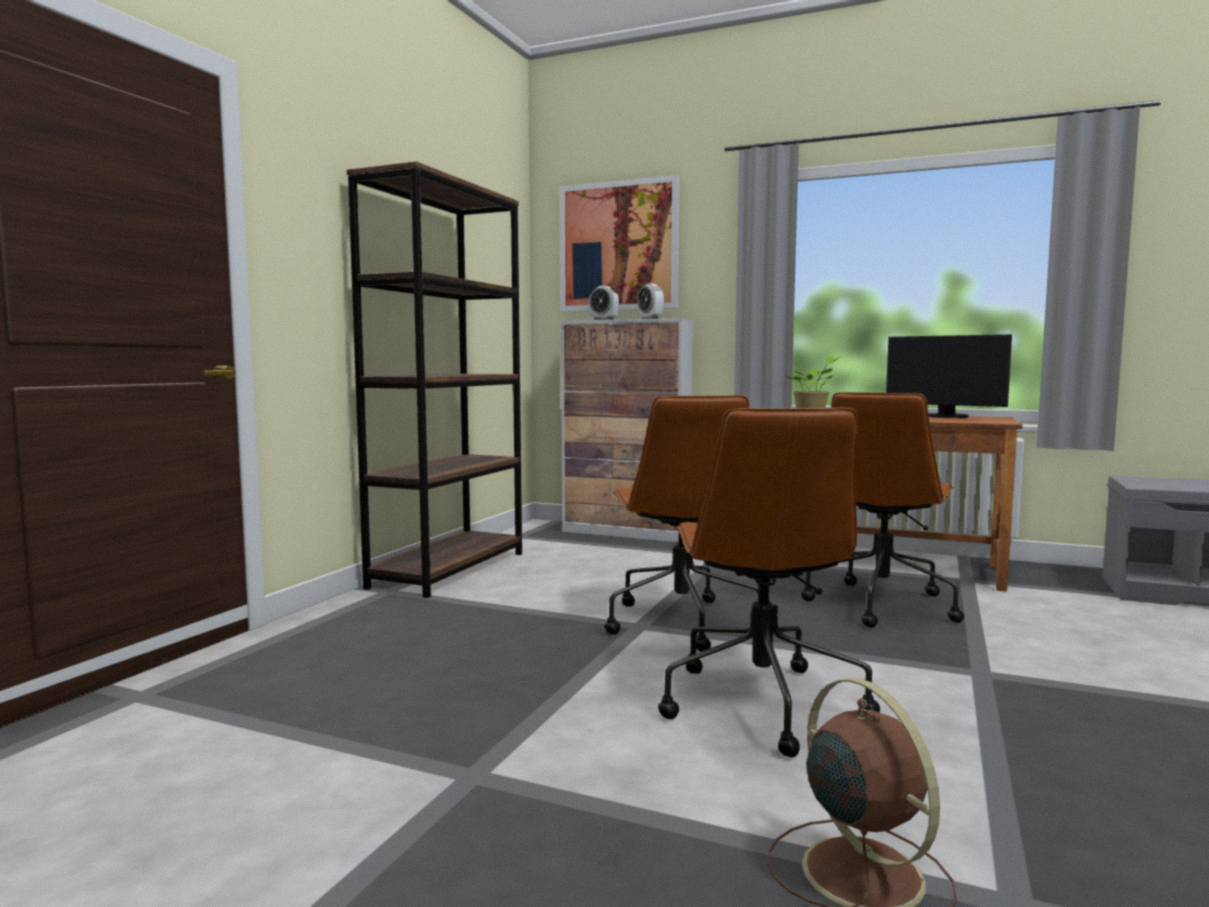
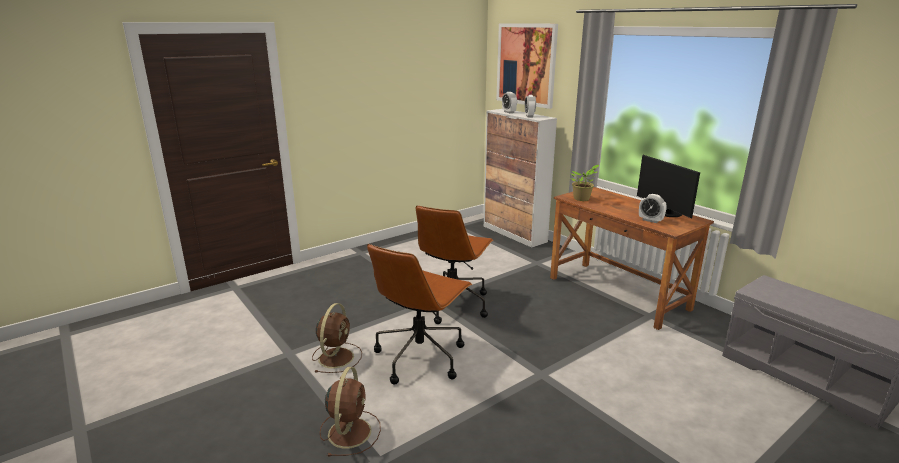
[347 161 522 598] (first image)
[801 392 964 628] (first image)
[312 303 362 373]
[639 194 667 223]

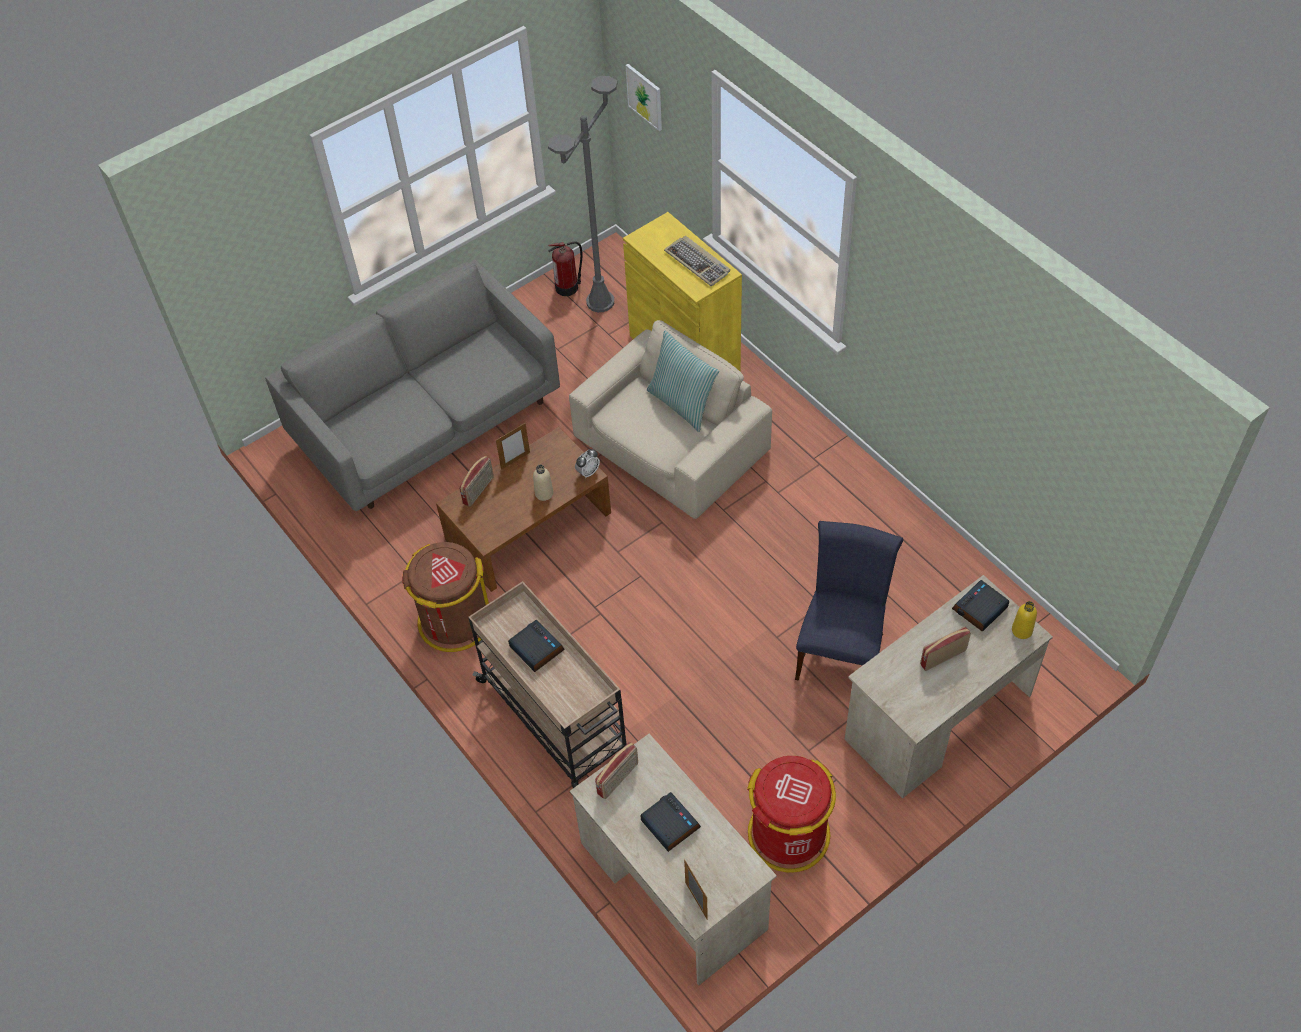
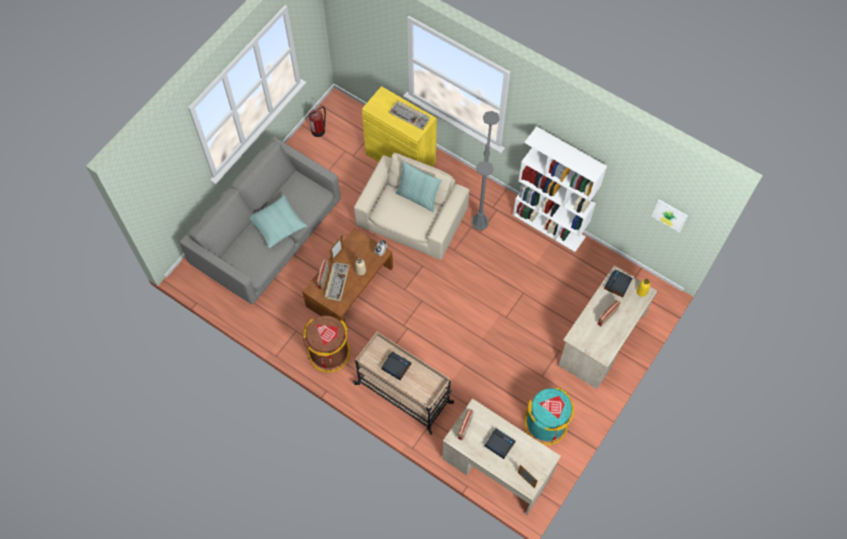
[471 111 500 230]
[652 199 688 232]
[524 387 574 445]
[795 521 903 681] (first image)
[250 195 307 248]
[324 262 350 301]
[513 126 607 252]

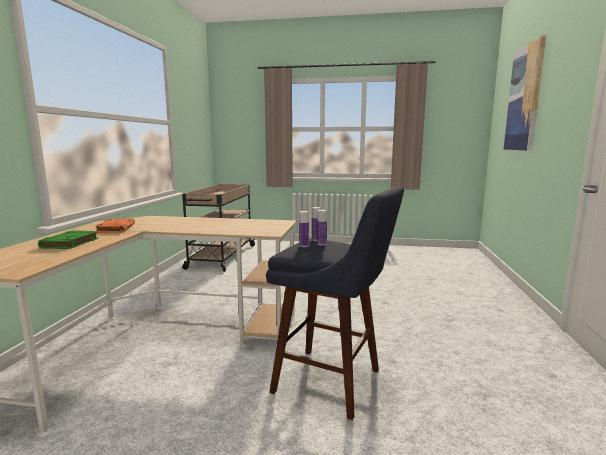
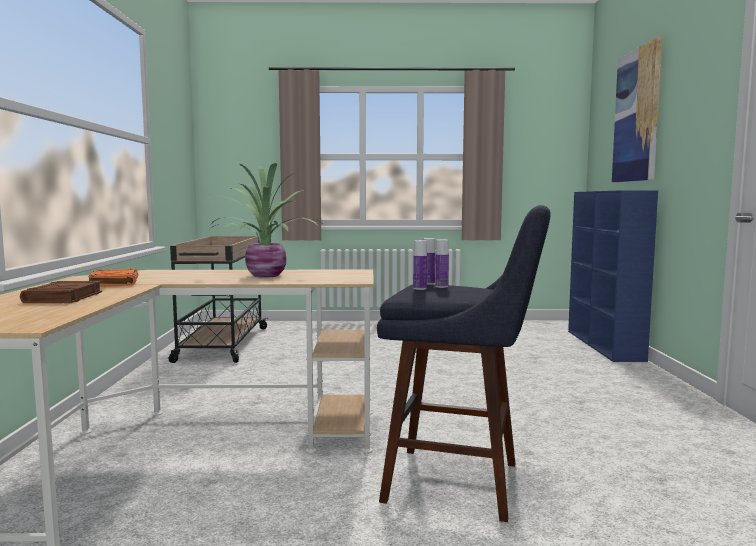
[20 281 102 303]
[210 163 320 278]
[568 190 658 362]

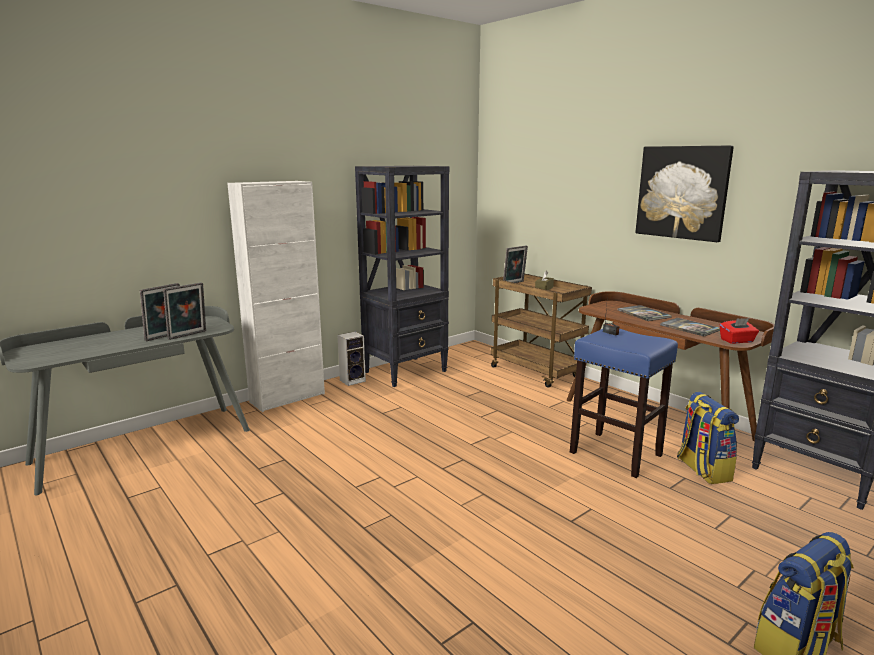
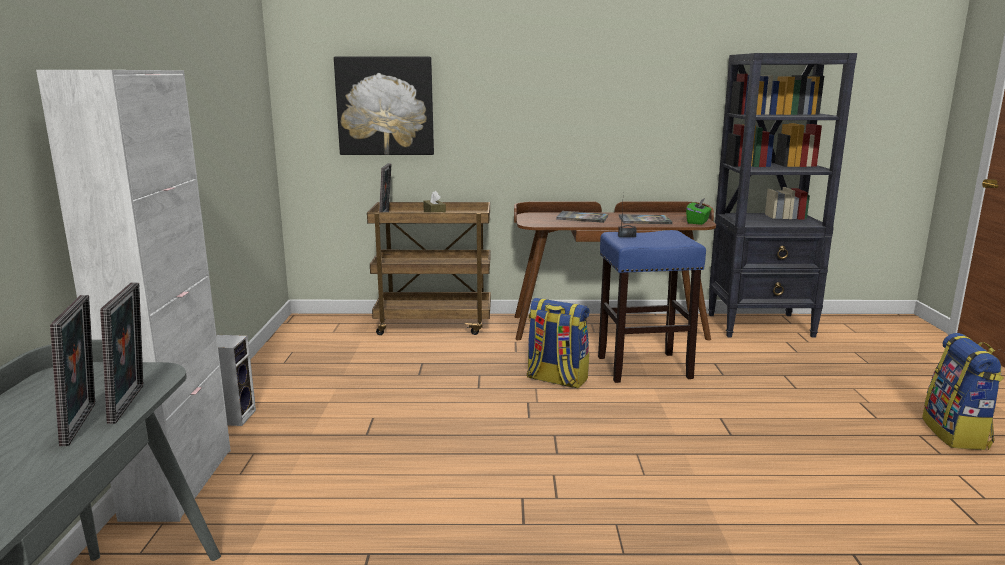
[355 166 450 387] (first image)
[334 57 434 155]
[527 298 589 389]
[686 198 711 225]

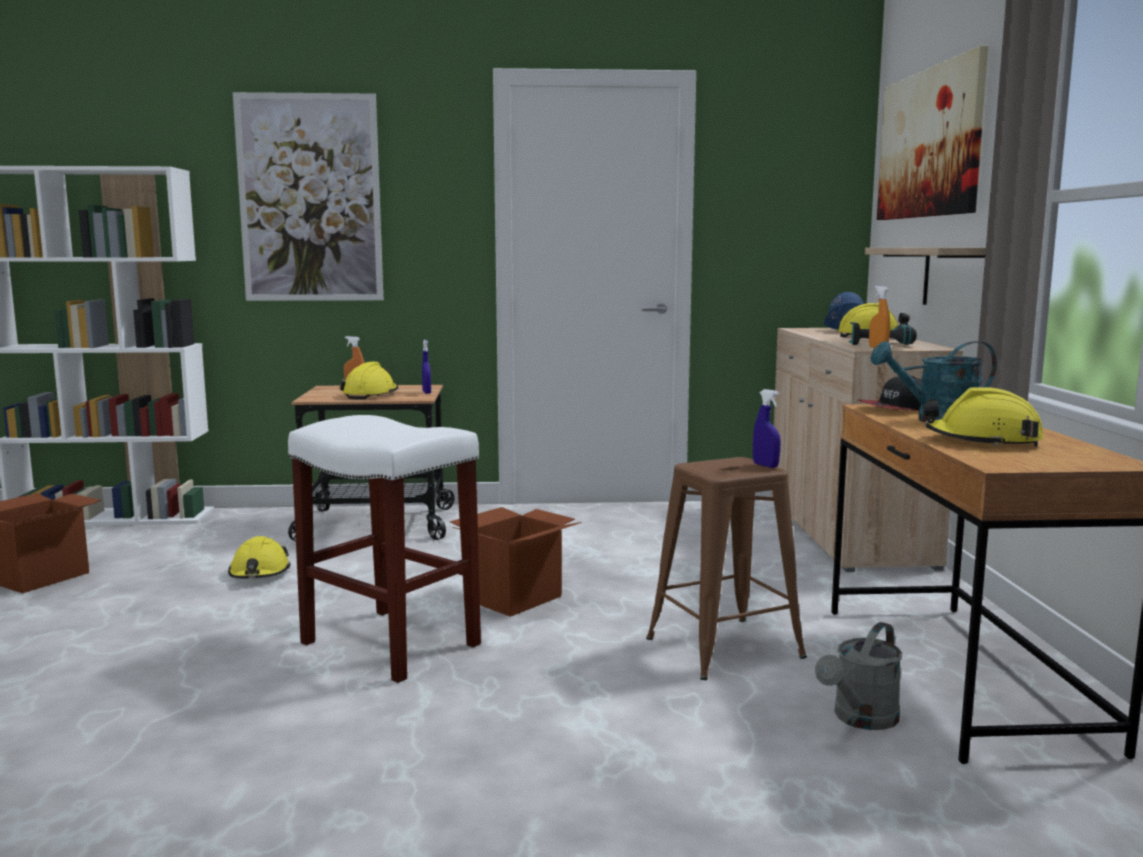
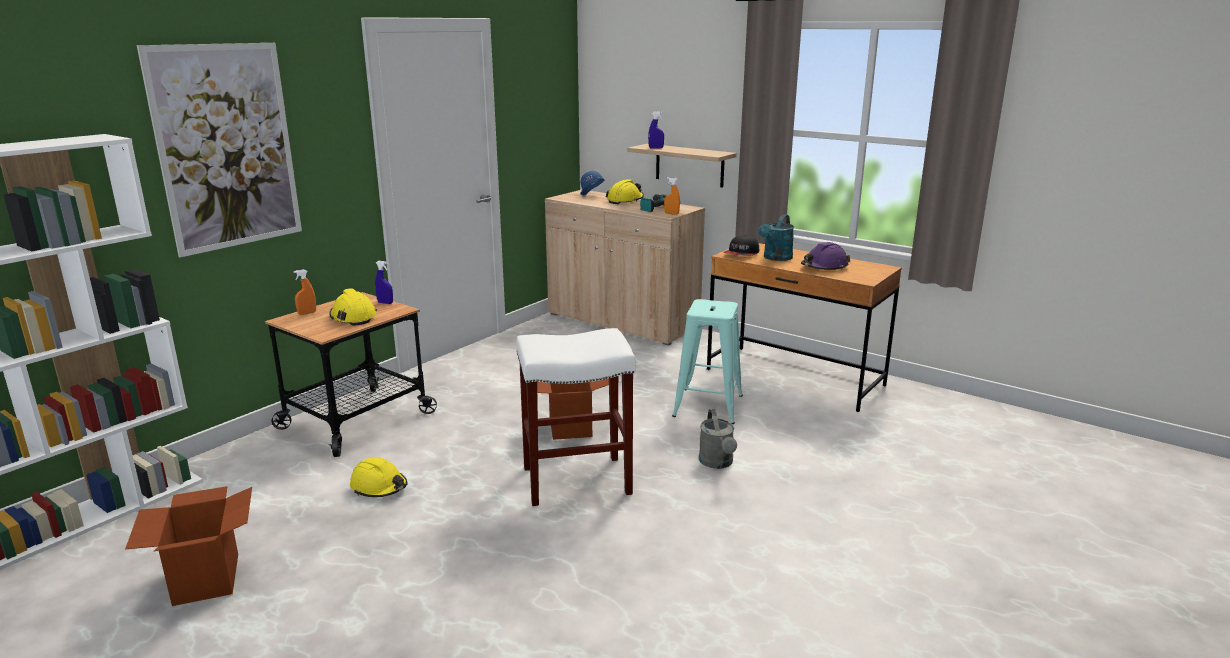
[672 299 743 424]
[648 111 664 149]
[699 409 737 469]
[877 46 989 220] (first image)
[801 242 850 270]

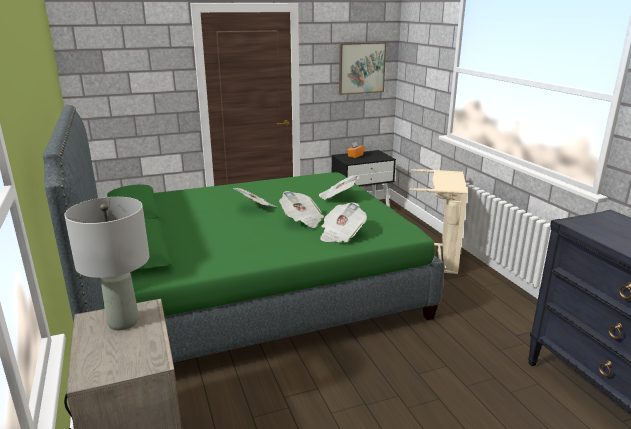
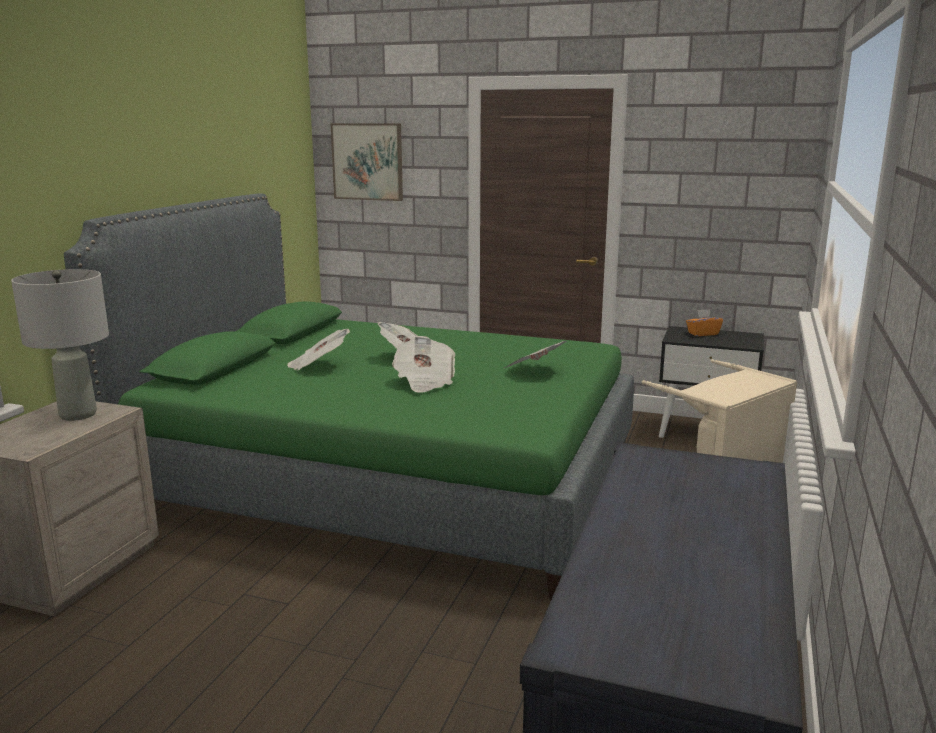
[287 329 350 370]
[330 123 403 201]

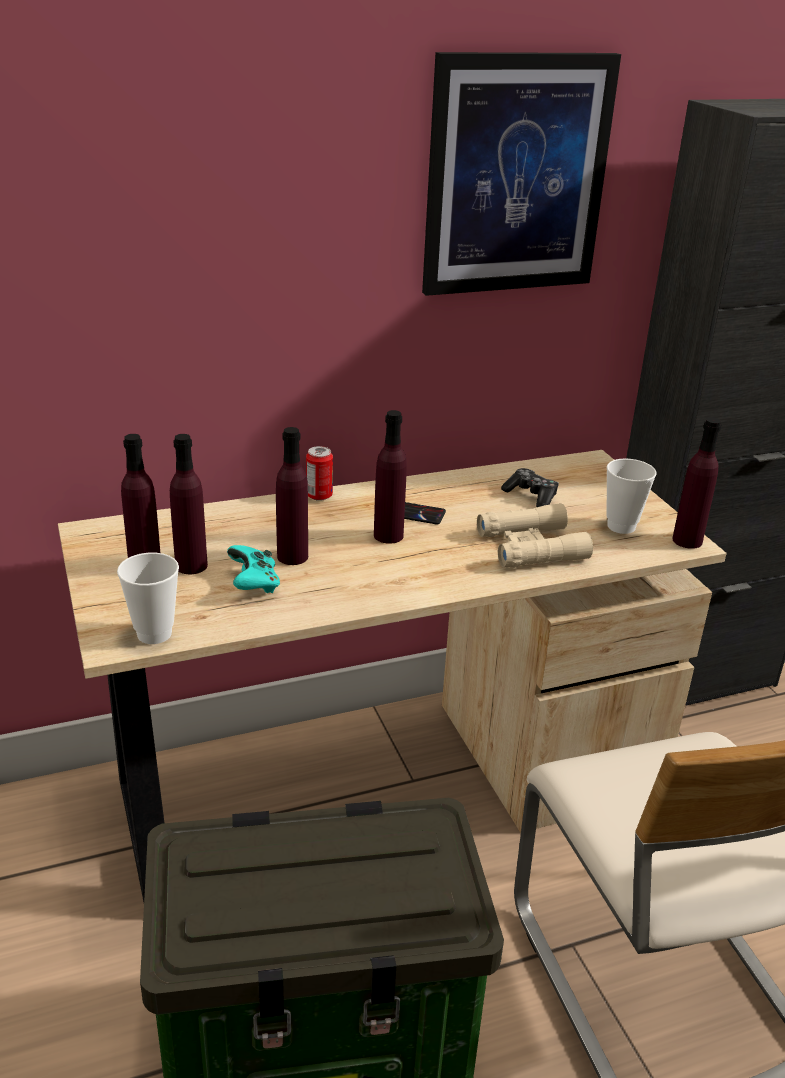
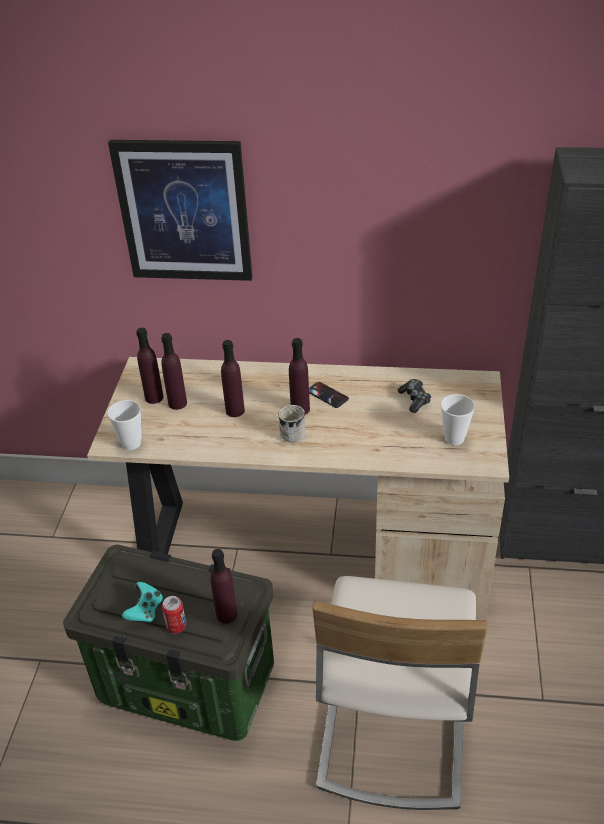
[122 582 163 623]
[162 596 187 633]
[108 140 252 281]
[477 503 593 568] (first image)
[211 549 238 624]
[278 405 306 443]

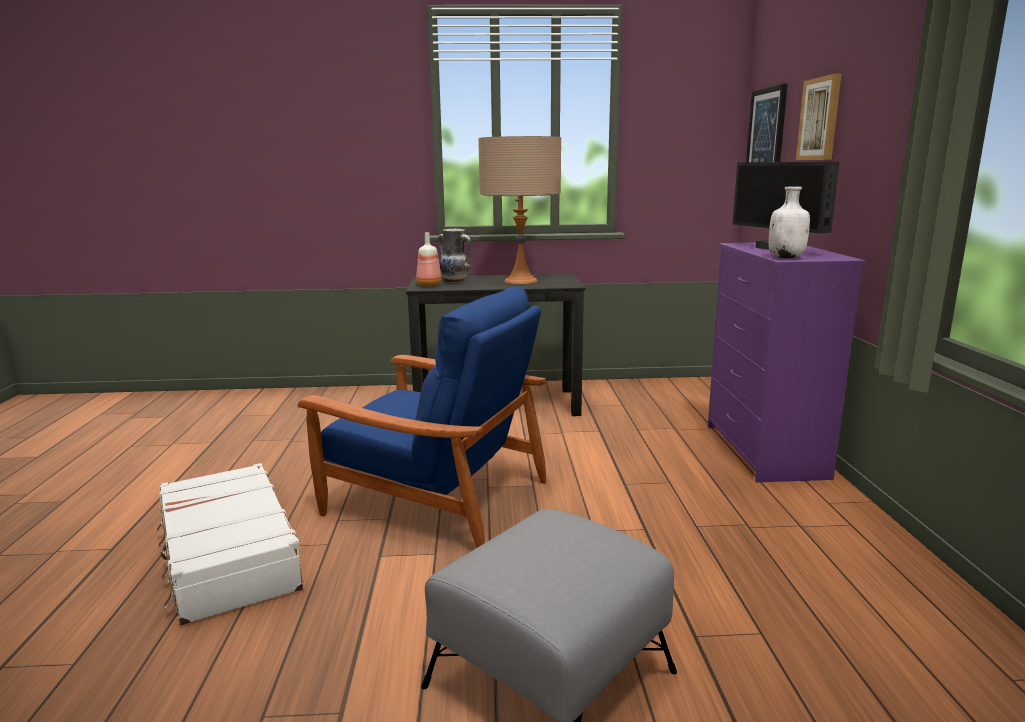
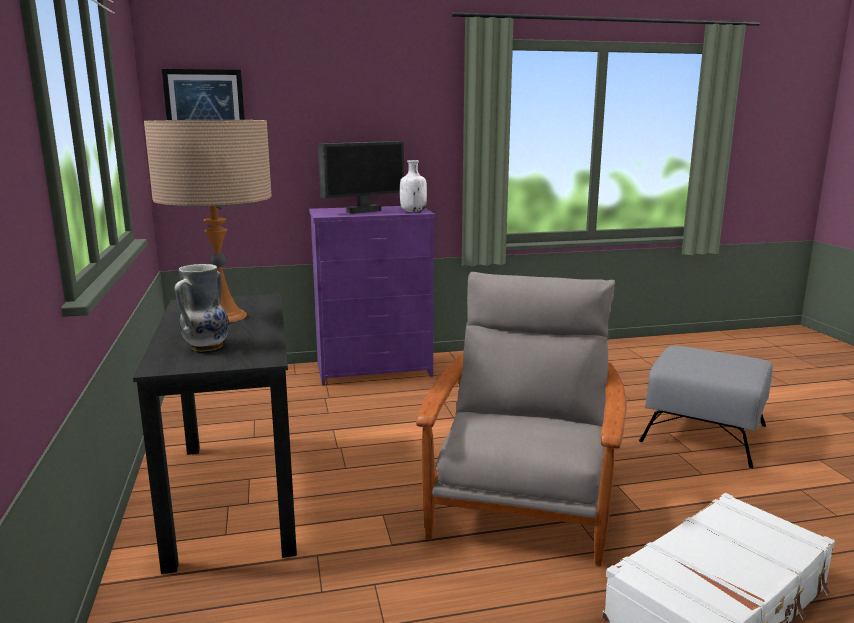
[416 272 627 566]
[416 232 442 286] (first image)
[796 73 842 160] (first image)

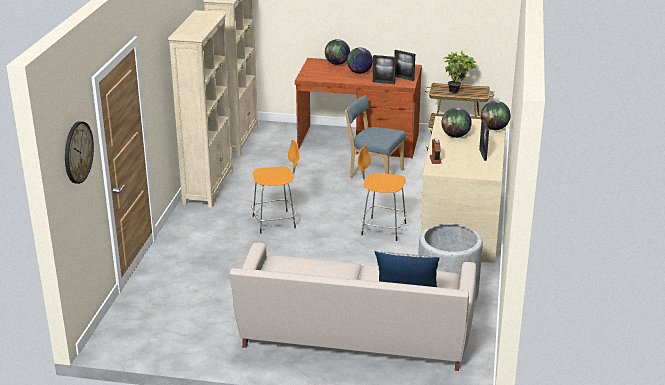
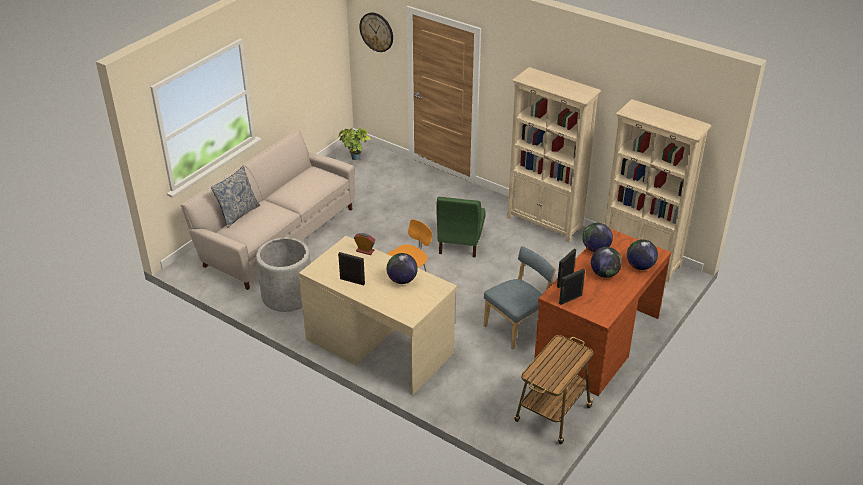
[436 196 486 258]
[338 128 371 160]
[582 223 613 252]

